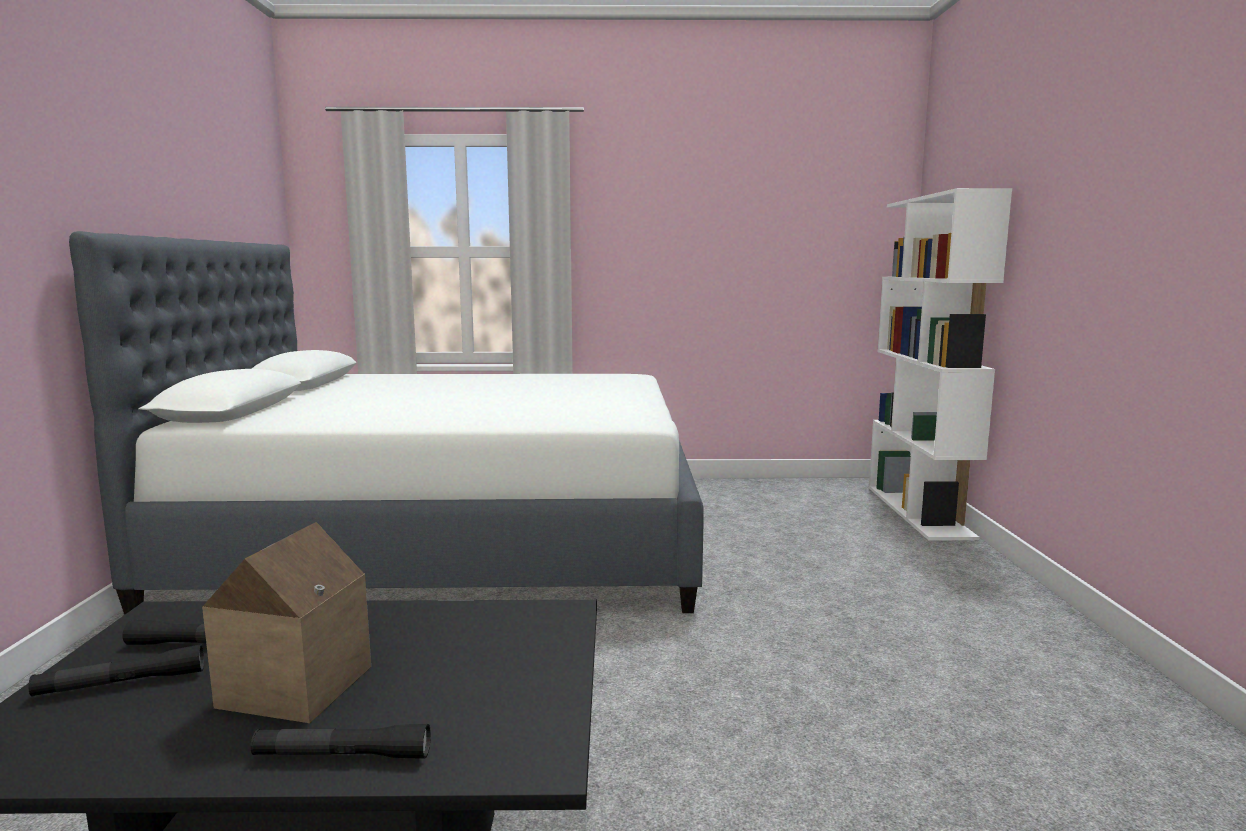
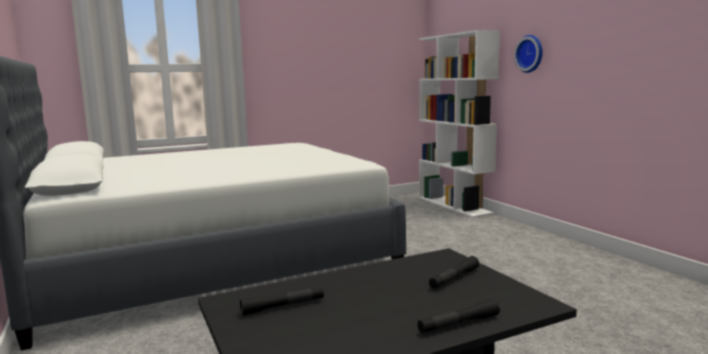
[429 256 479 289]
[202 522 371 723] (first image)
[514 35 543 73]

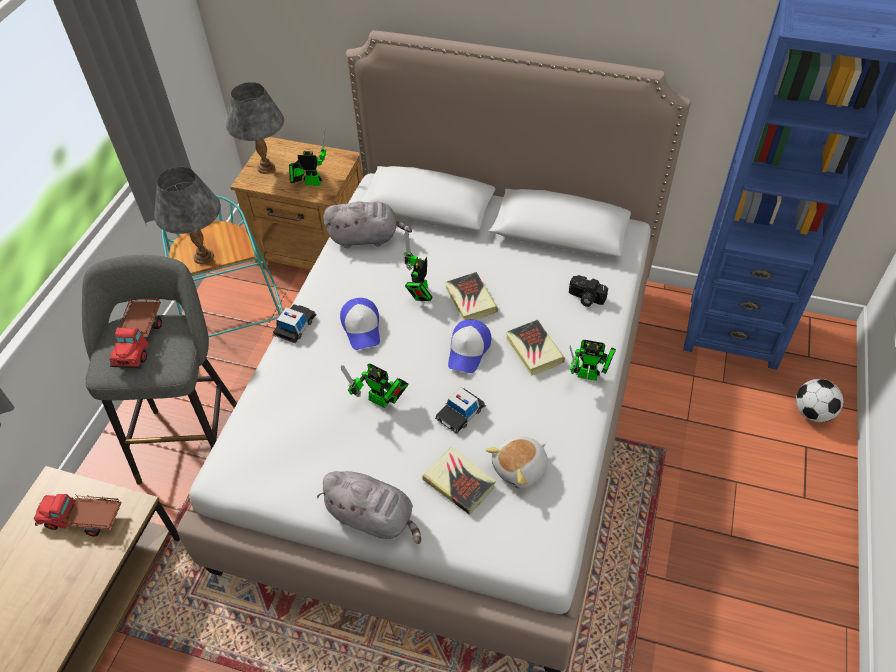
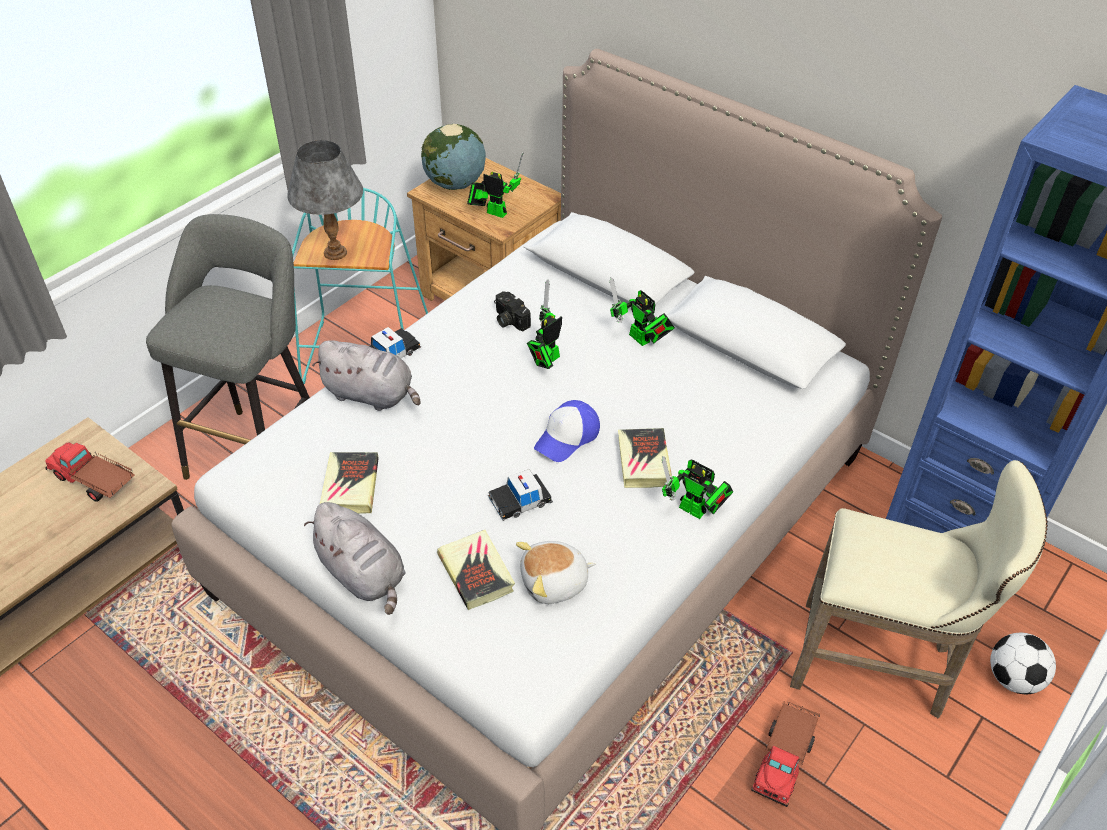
[751 701 820 807]
[421 124 486 190]
[312 341 421 411]
[340 298 380 350] (first image)
[609 278 675 346]
[320 452 379 514]
[494 291 531 331]
[790 460 1048 719]

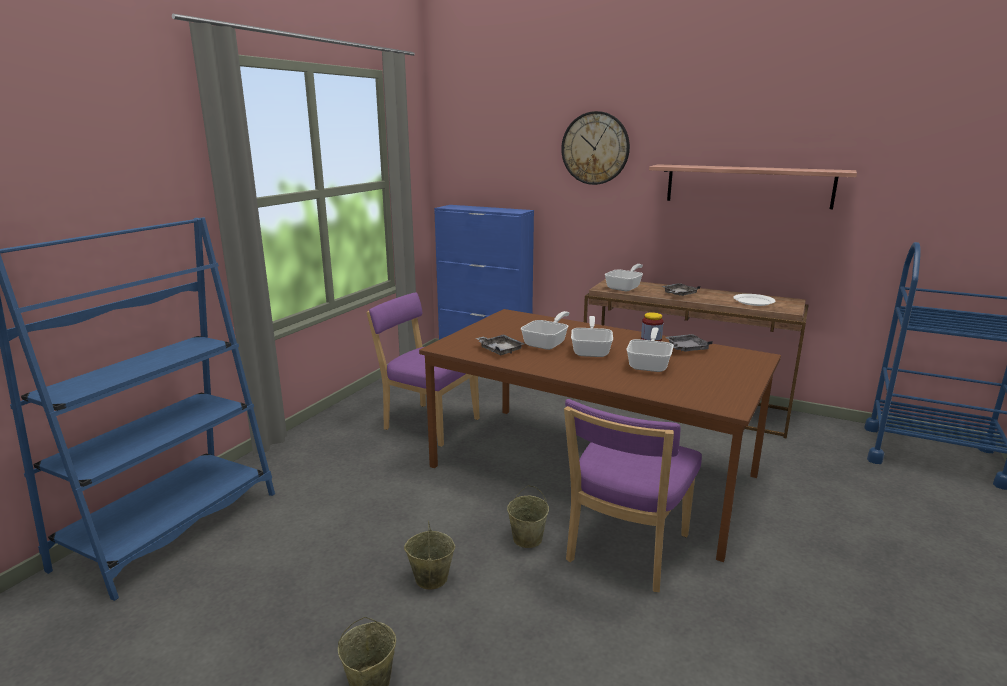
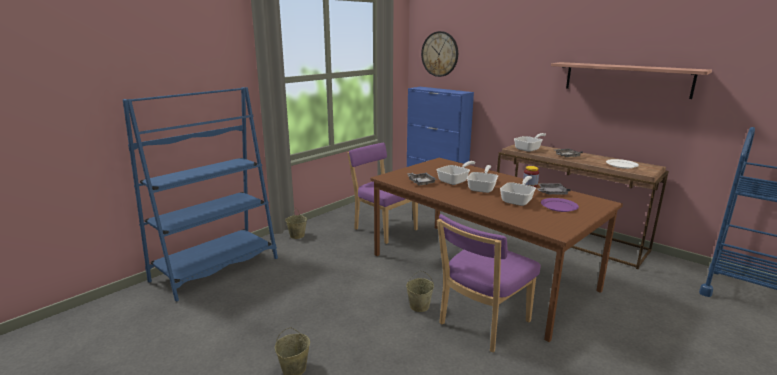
[285 208 307 239]
[421 31 458 77]
[541 198 579 212]

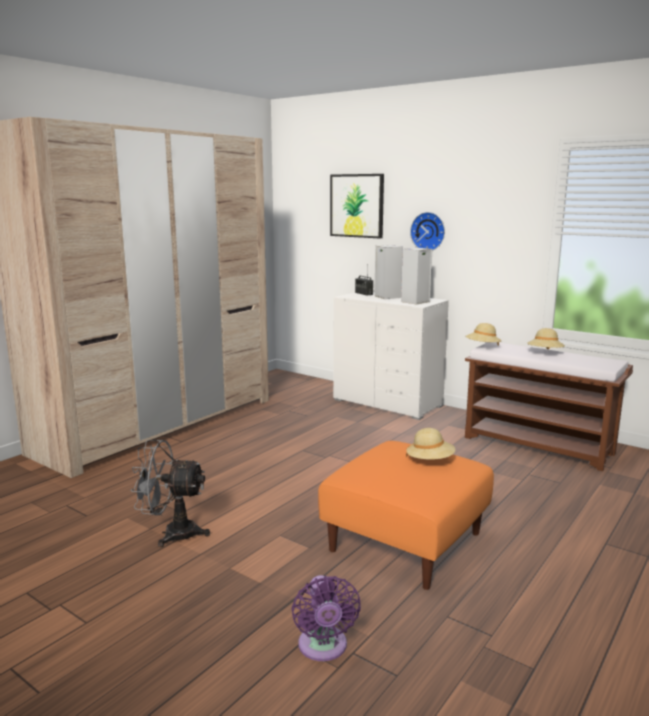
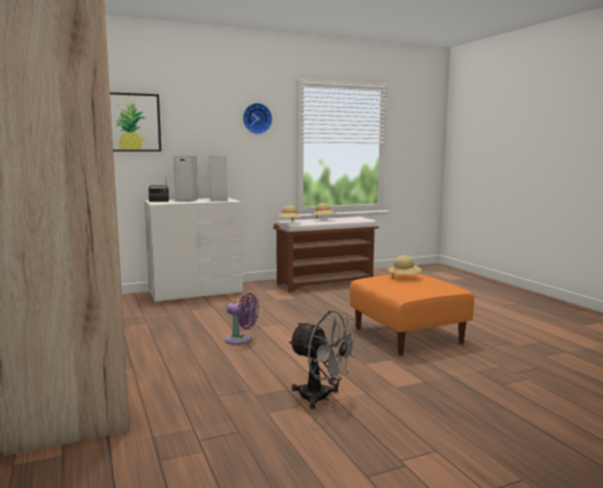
[289 310 359 409]
[225 293 259 345]
[243 103 272 134]

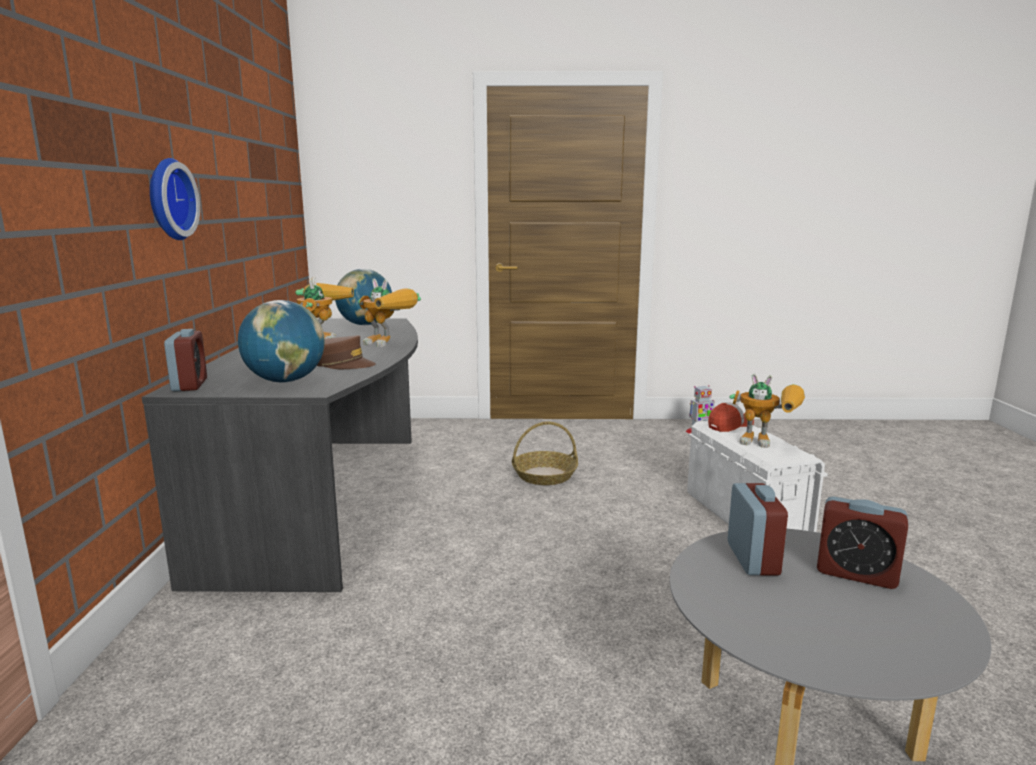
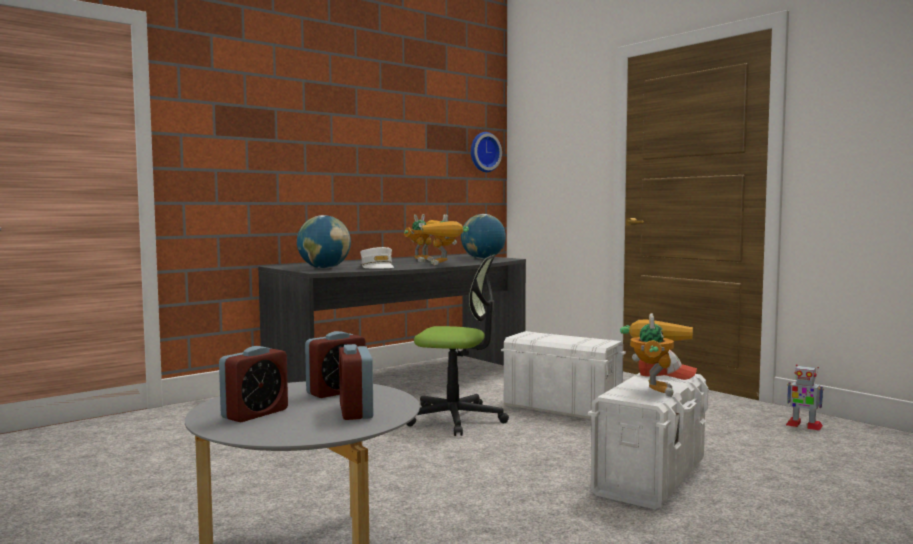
[471 132 502 172]
[219 346 288 422]
[360 247 394 269]
[501 331 626 420]
[620 313 693 397]
[407 254 509 436]

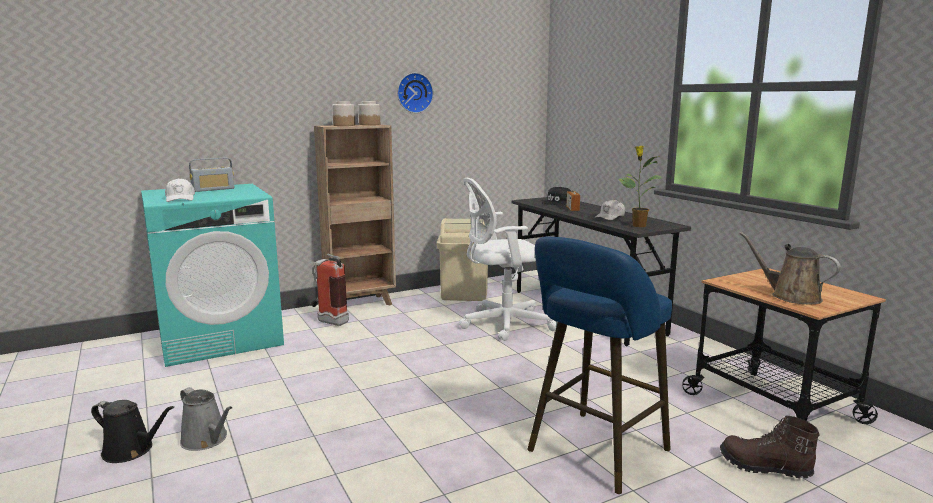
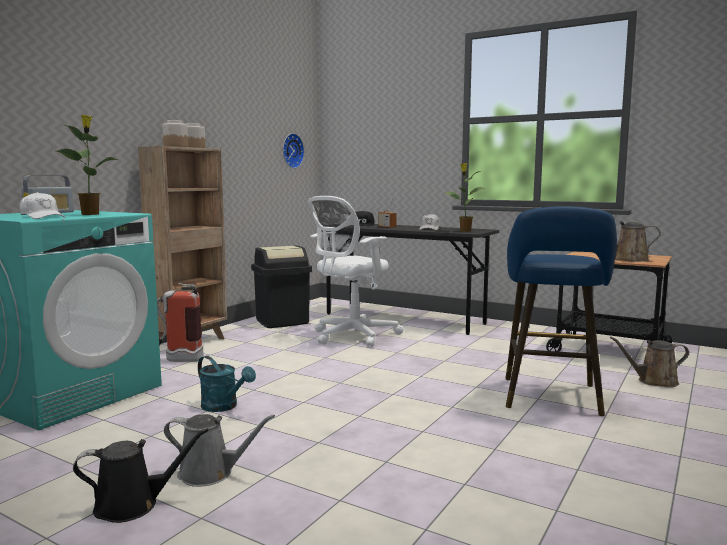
[283 133 305 168]
[251 245 312 328]
[610 337 689 387]
[56 115 118 215]
[198 356 256 412]

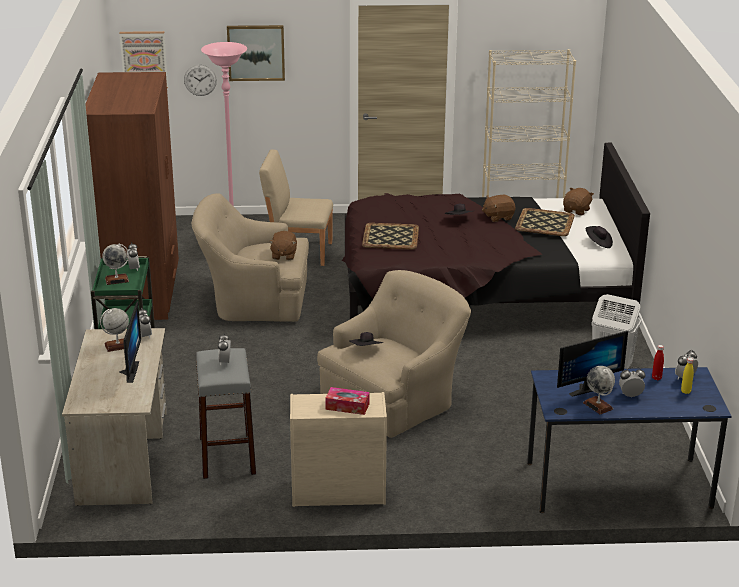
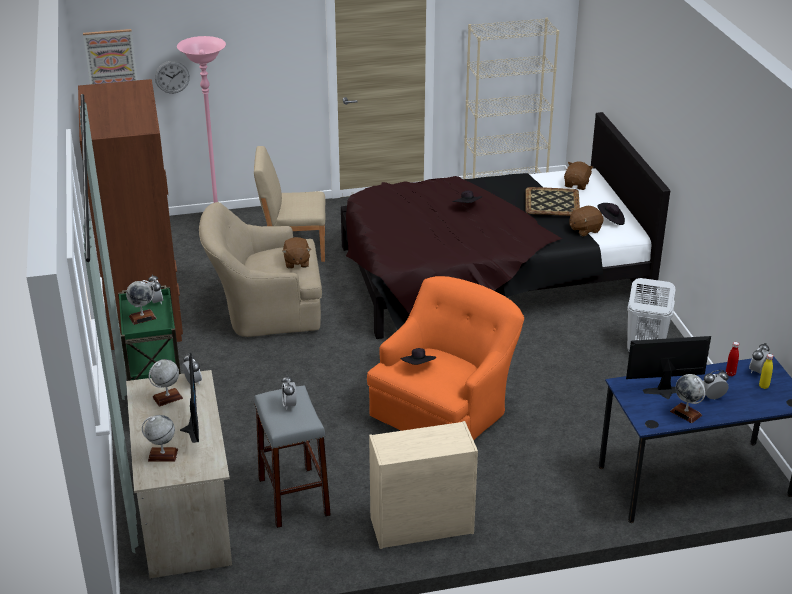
[227 25 285 81] (first image)
[367 276 524 440]
[325 387 370 415] (first image)
[362 223 419 250] (first image)
[569 206 604 236]
[626 336 711 399]
[142 415 178 462]

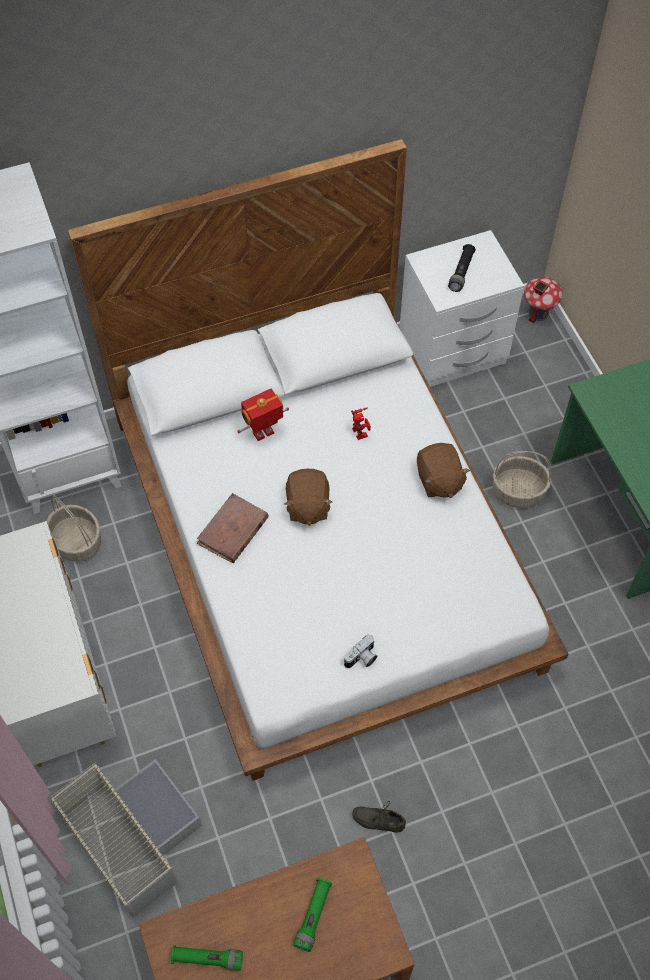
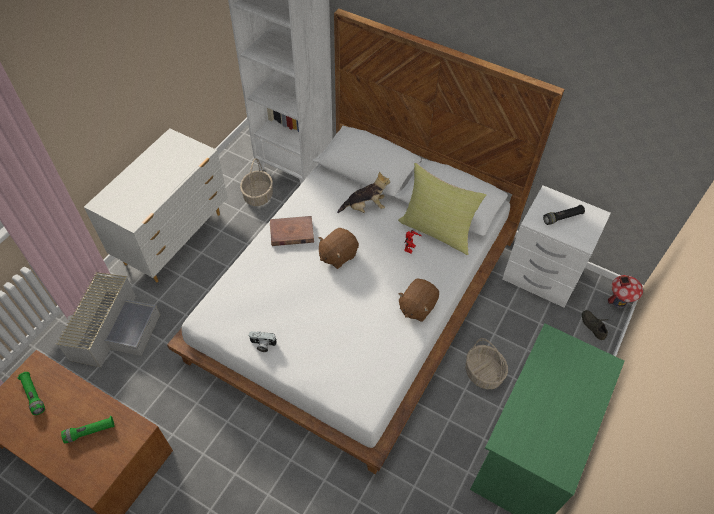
[337 171 390 213]
[582 310 608 340]
[398 163 486 255]

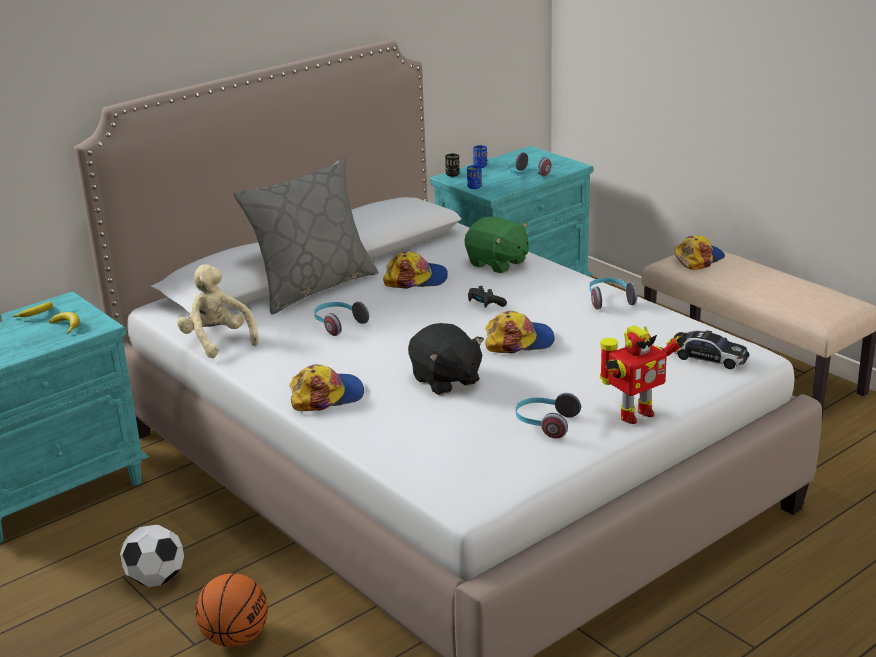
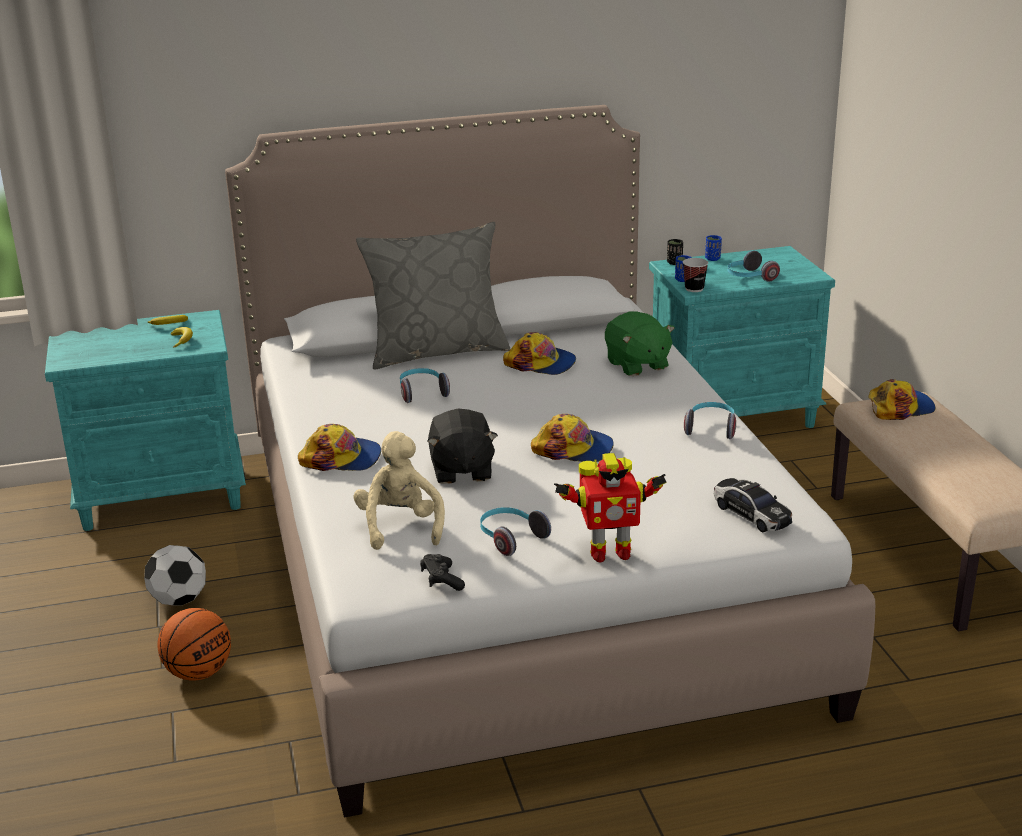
[354 431 445 550]
[420 554 465 591]
[683 258 708 292]

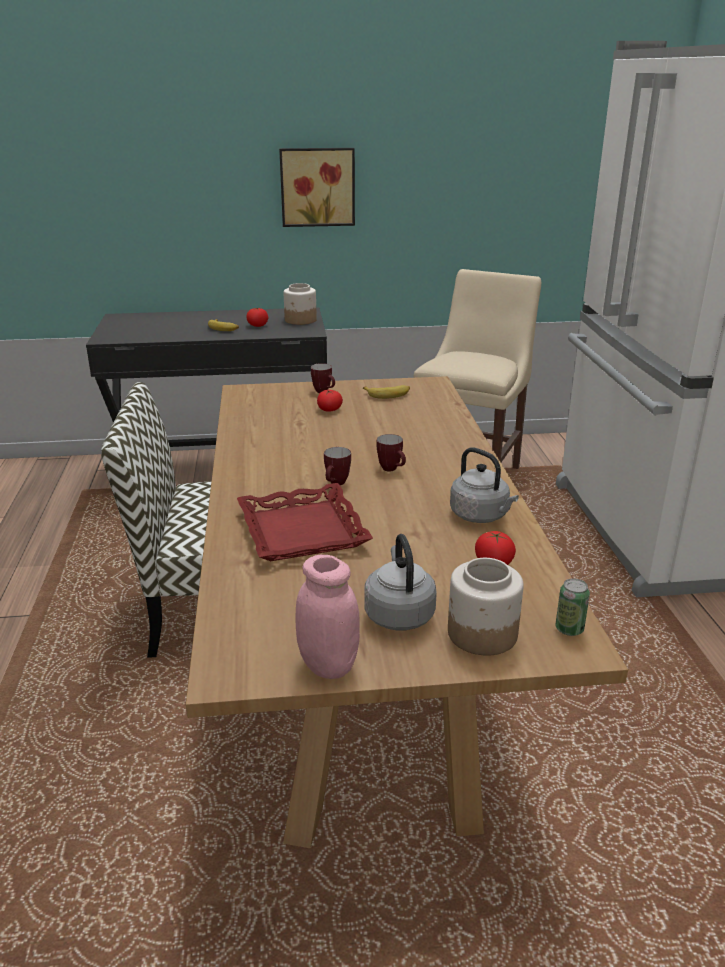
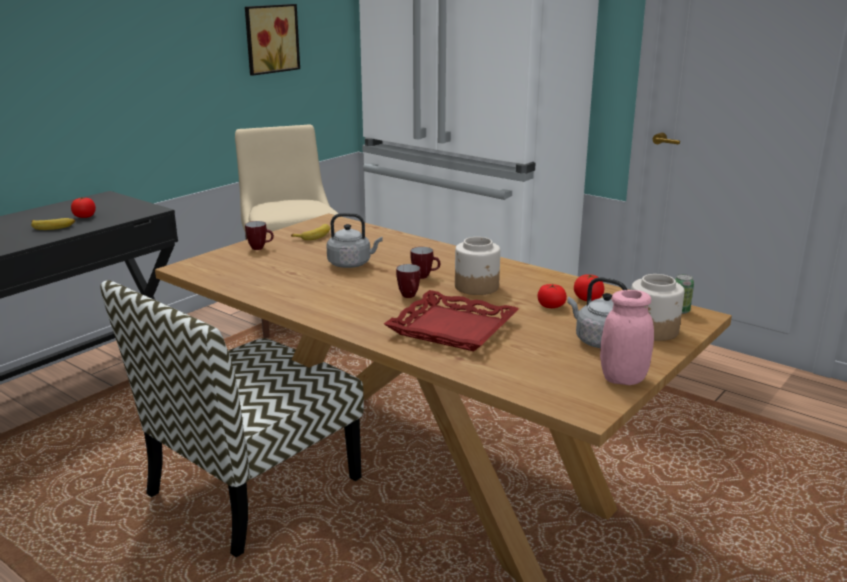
[245 4 300 76]
[455 237 500 295]
[538 284 567 308]
[326 213 383 268]

